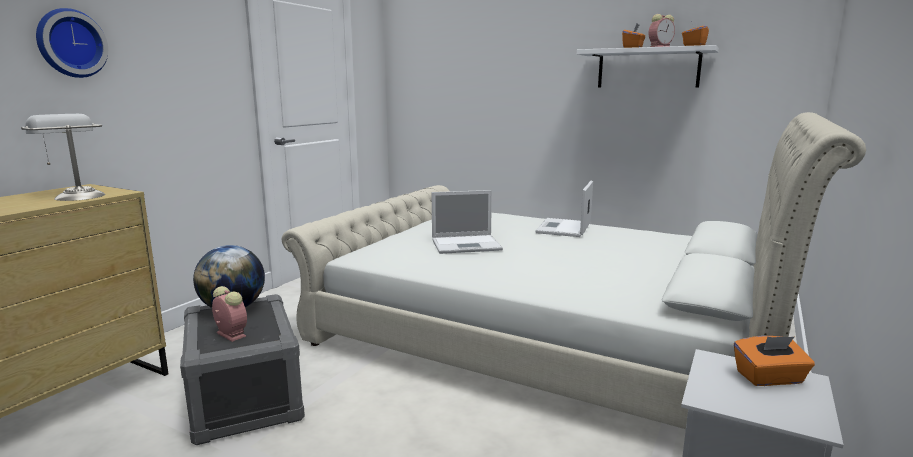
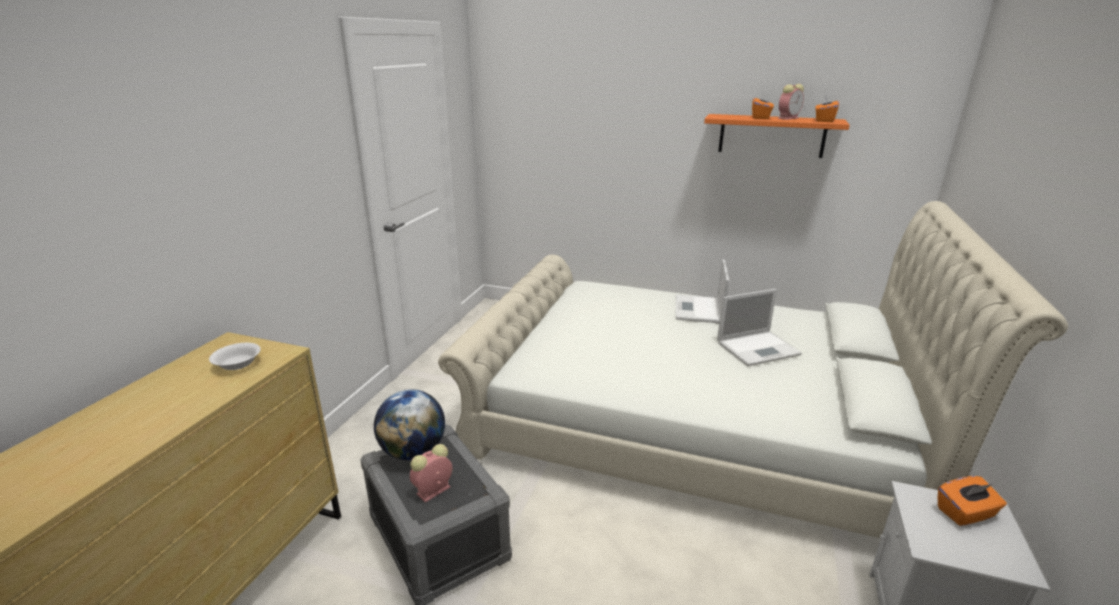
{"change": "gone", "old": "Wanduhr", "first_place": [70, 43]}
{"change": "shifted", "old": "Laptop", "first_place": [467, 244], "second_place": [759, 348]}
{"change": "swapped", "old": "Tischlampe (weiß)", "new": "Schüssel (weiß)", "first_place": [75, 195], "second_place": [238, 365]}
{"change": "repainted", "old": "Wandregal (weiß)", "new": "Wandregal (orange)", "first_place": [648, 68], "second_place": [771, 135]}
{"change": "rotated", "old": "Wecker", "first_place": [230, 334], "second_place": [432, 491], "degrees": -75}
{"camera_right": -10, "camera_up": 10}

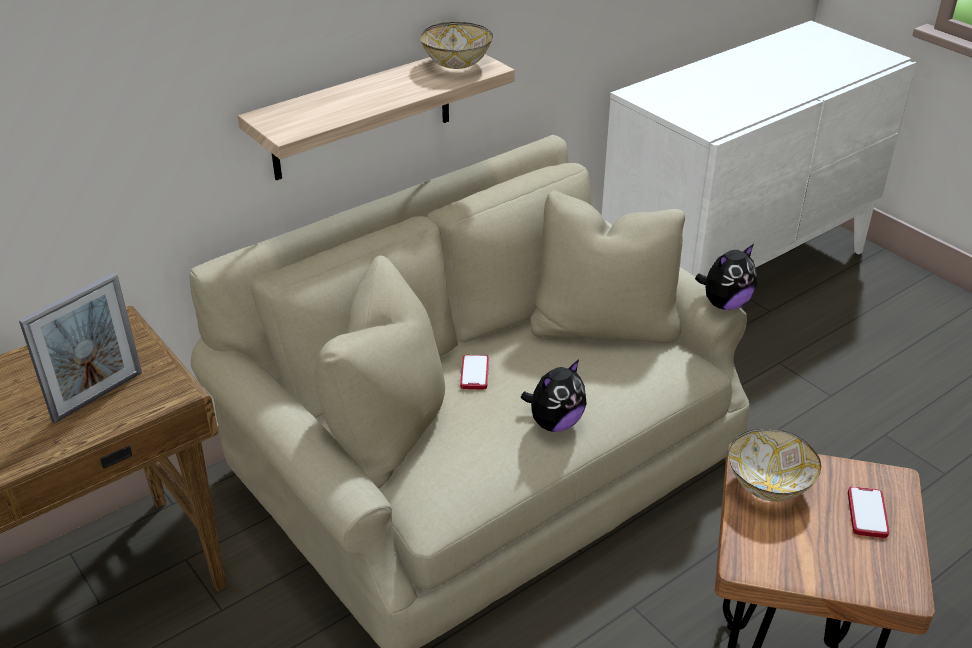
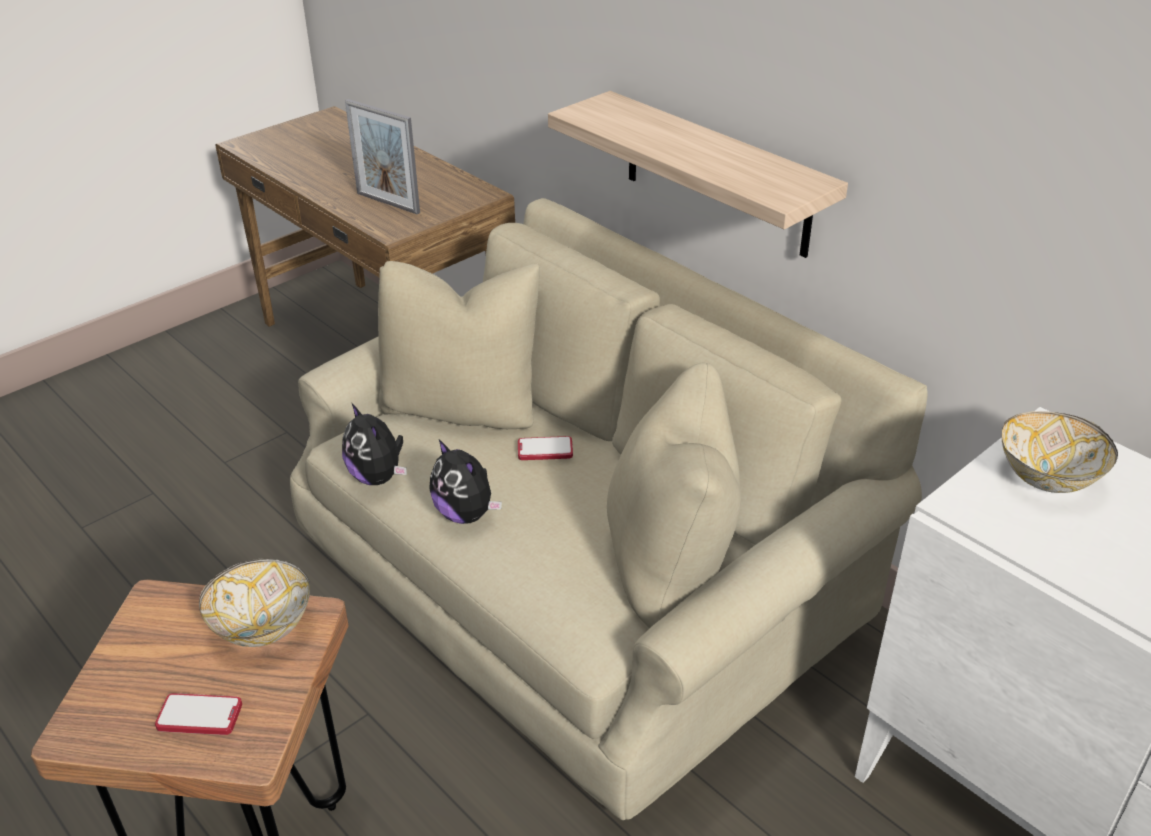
{"change": "shifted", "old": "Schüssel", "first_place": [457, 64], "second_place": [1049, 478]}
{"change": "shifted", "old": "Plüschtier", "first_place": [724, 304], "second_place": [378, 477]}
{"camera_right": 85, "camera_up": 0}

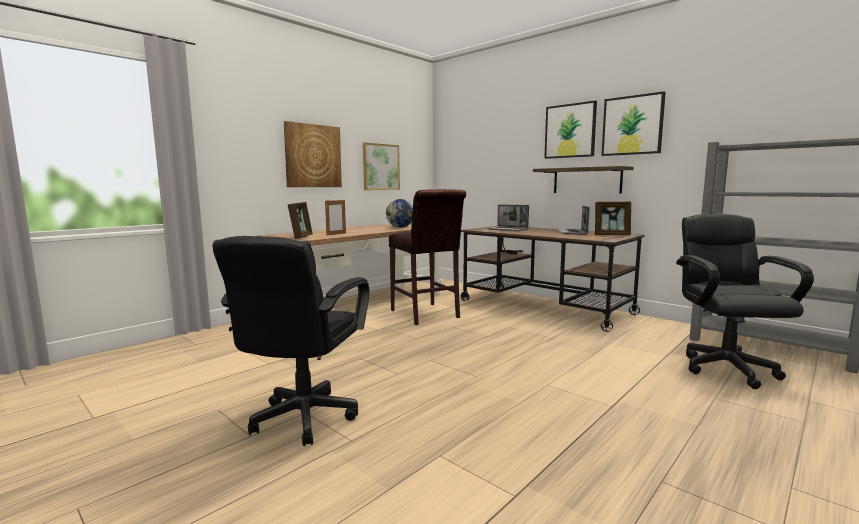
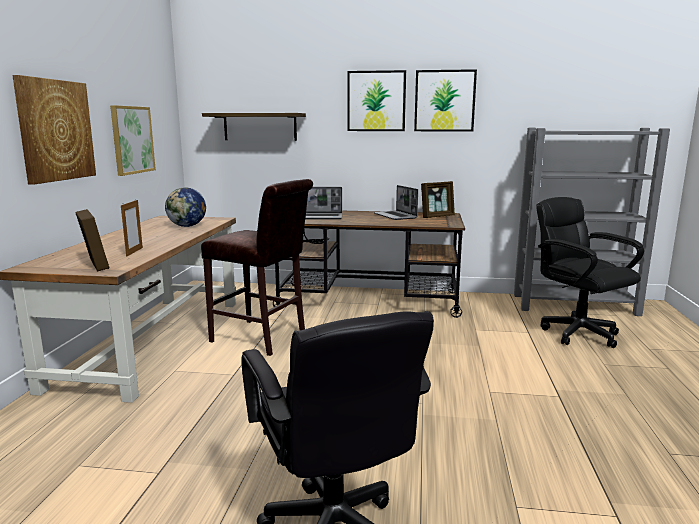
{"change": "shifted", "old": "Wandregal", "first_place": [586, 180], "second_place": [260, 127]}
{"camera_right": -35, "camera_up": 5}

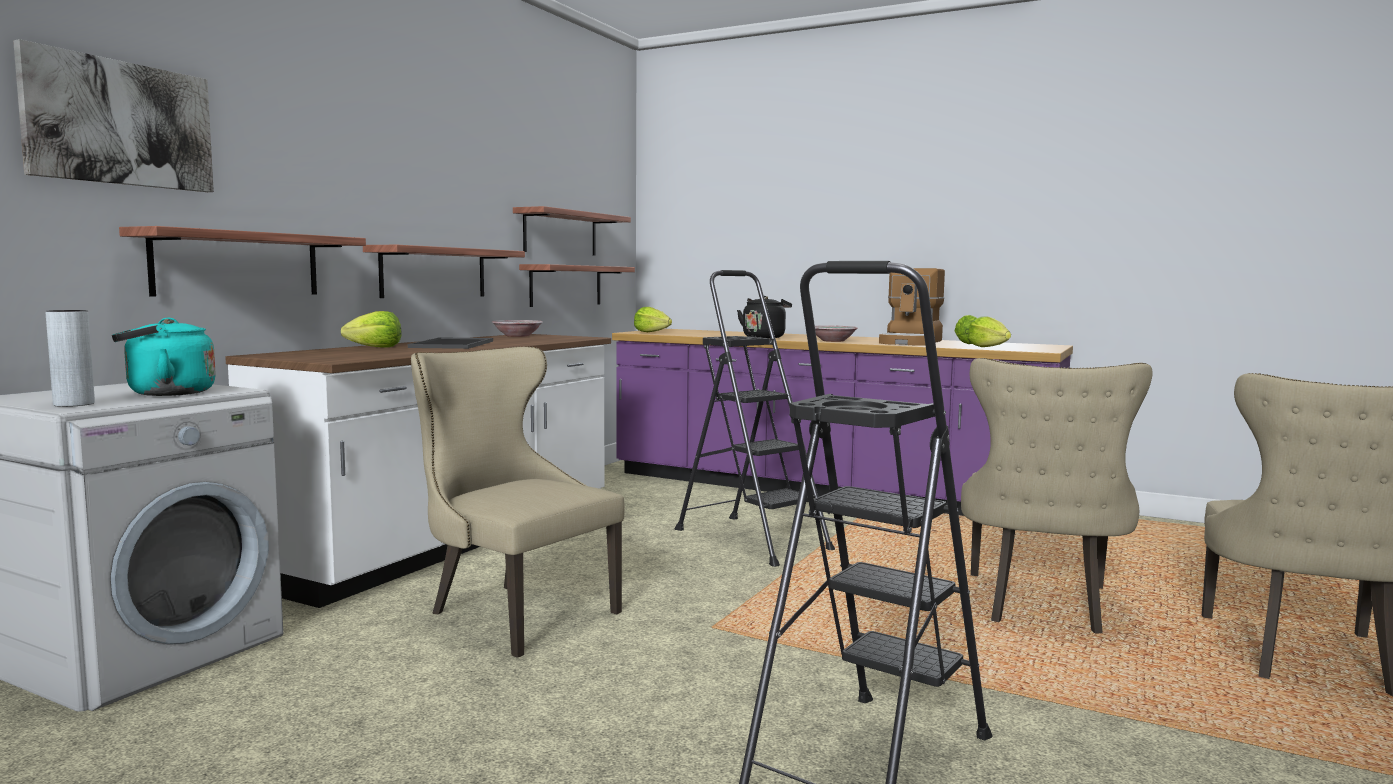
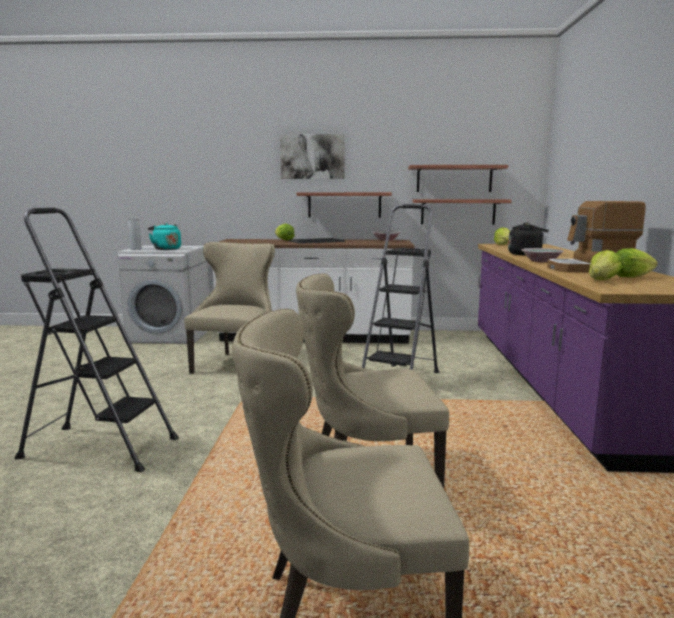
{"change": "gone", "old": "Wandregal", "first_place": [238, 264]}
{"change": "shifted", "old": "Bild", "first_place": [119, 123], "second_place": [312, 156]}
{"camera_right": 65, "camera_up": 5}

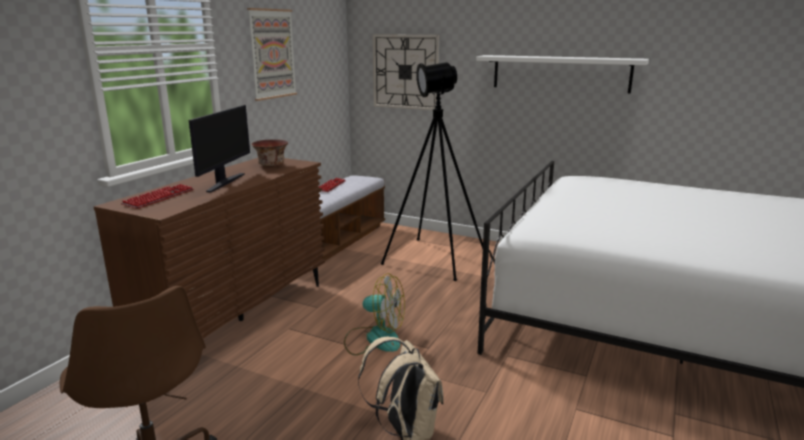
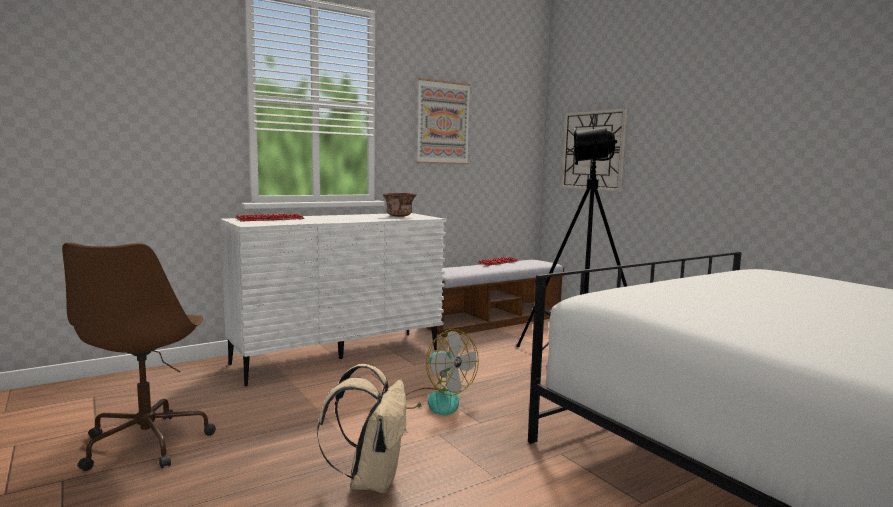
{"change": "gone", "old": "Monitor", "first_place": [224, 182]}
{"change": "gone", "old": "Wandregal (weiß)", "first_place": [560, 73]}
{"change": "repainted", "old": "Kommode (braun)", "new": "Kommode (weiß)", "first_place": [237, 319], "second_place": [339, 357]}
{"camera_right": 30, "camera_up": -10}

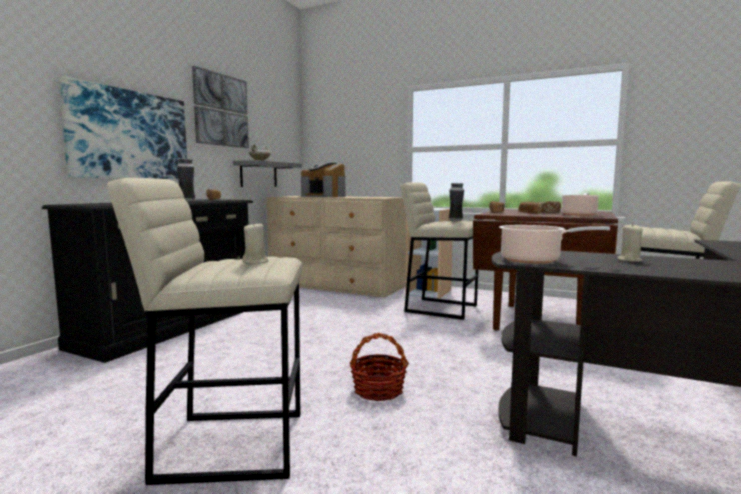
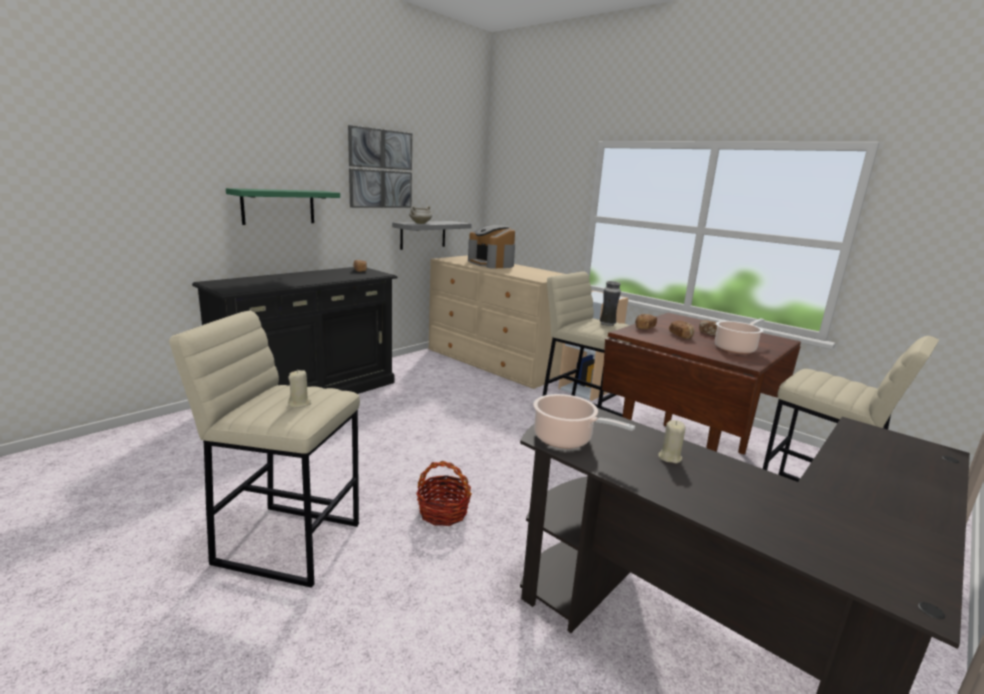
{"change": "gone", "old": "Vase", "first_place": [187, 201]}
{"change": "swapped", "old": "Bild", "new": "Wandregal (grün)", "first_place": [130, 135], "second_place": [278, 206]}
{"camera_right": 15, "camera_up": 10}

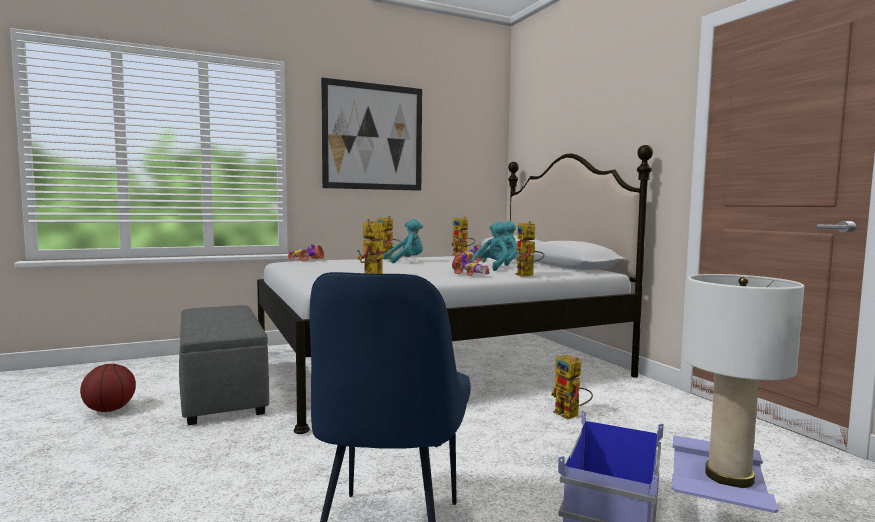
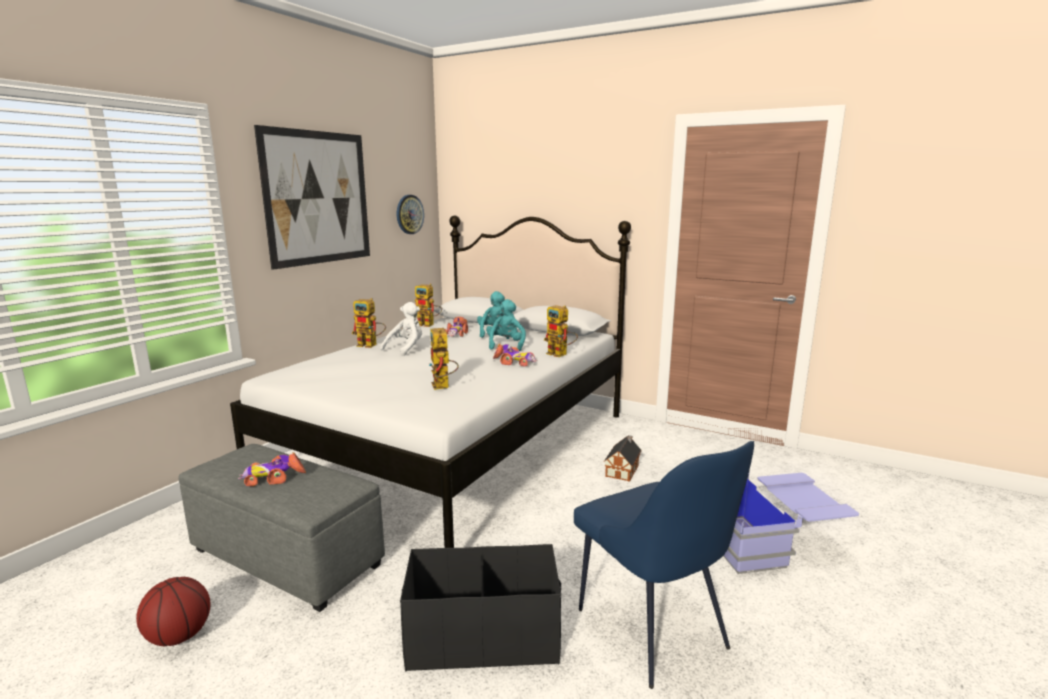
{"change": "gone", "old": "Tischlampe (weiß)", "first_place": [728, 476]}
{"change": "new", "new": "Wanduhr", "second_place": [409, 214]}
{"change": "new", "new": "Aufbewahrungsbox (schwarz)", "second_place": [483, 637]}
{"change": "shifted", "old": "Spielzeugauto", "first_place": [306, 259], "second_place": [273, 477]}
{"change": "swapped", "old": "Spielzeugroboter", "new": "Spielzeughaus", "first_place": [571, 415], "second_place": [623, 470]}
{"change": "repainted", "old": "Plüschtier (türkis)", "new": "Plüschtier (weiß)", "first_place": [406, 261], "second_place": [406, 349]}
{"camera_right": -35, "camera_up": 10}

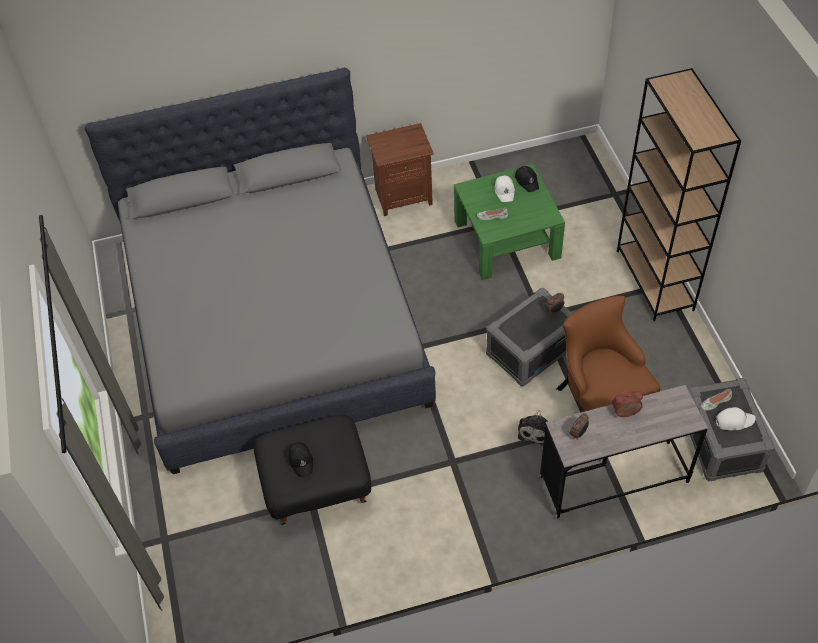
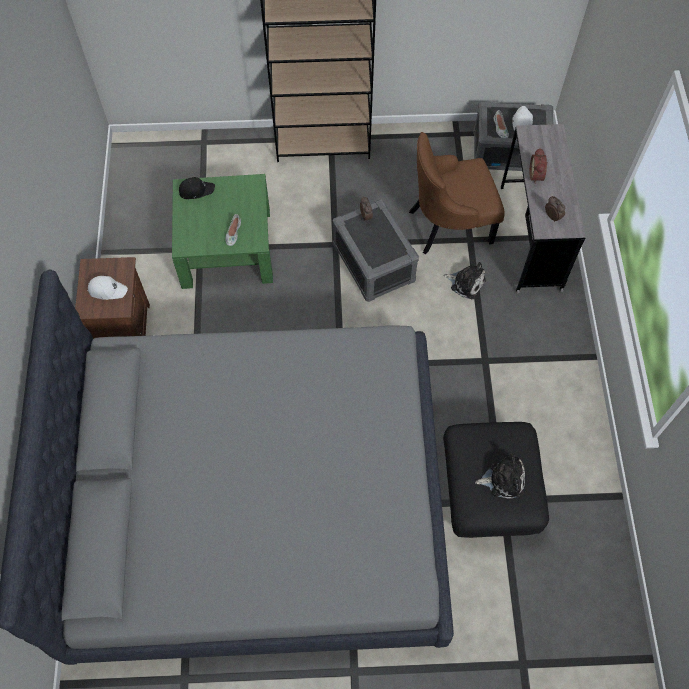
{"change": "shifted", "old": "Kappe (weiß)", "first_place": [505, 191], "second_place": [107, 290]}
{"change": "swapped", "old": "Kappe (schwarz)", "new": "Plüschtier", "first_place": [301, 460], "second_place": [503, 479]}
{"camera_right": -80, "camera_up": 10}

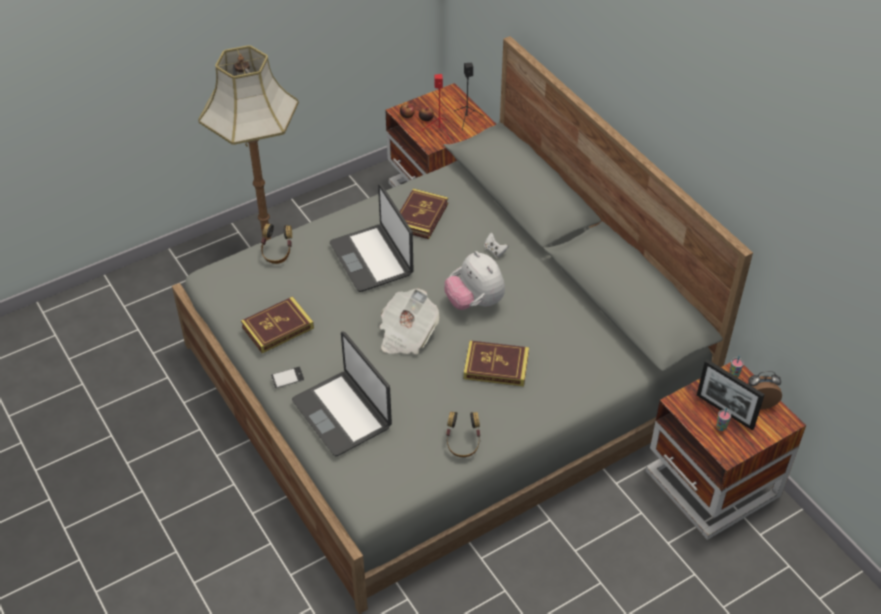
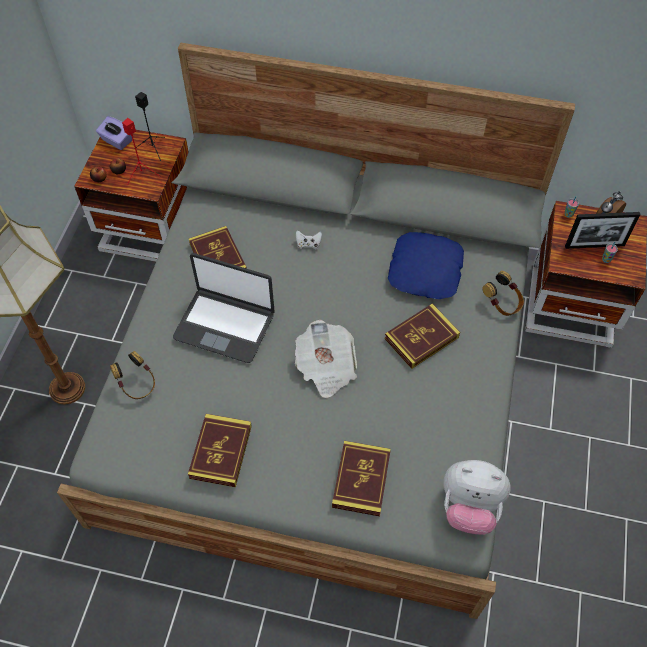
{"change": "gone", "old": "Handy", "first_place": [287, 379]}
{"change": "new", "new": "Taschentuchbox (lila)", "second_place": [116, 141]}
{"change": "new", "new": "Kissen (blau)", "second_place": [426, 271]}
{"change": "shifted", "old": "Plüschtier", "first_place": [475, 302], "second_place": [469, 507]}
{"change": "shifted", "old": "Kopfhörer", "first_place": [463, 444], "second_place": [502, 303]}
{"change": "swapped", "old": "Laptop", "new": "Buch", "first_place": [343, 413], "second_place": [361, 480]}
{"camera_right": -45, "camera_up": 10}

